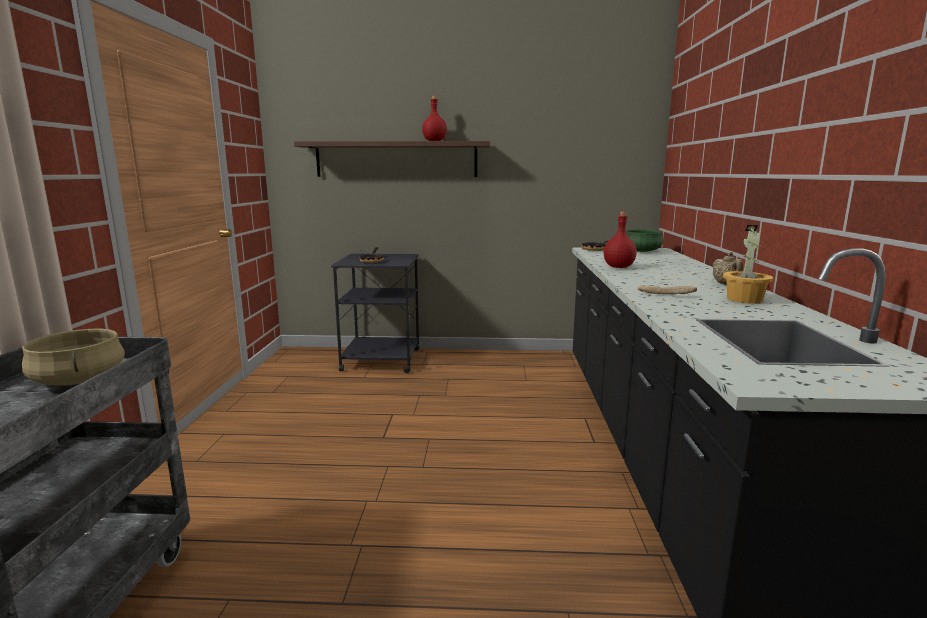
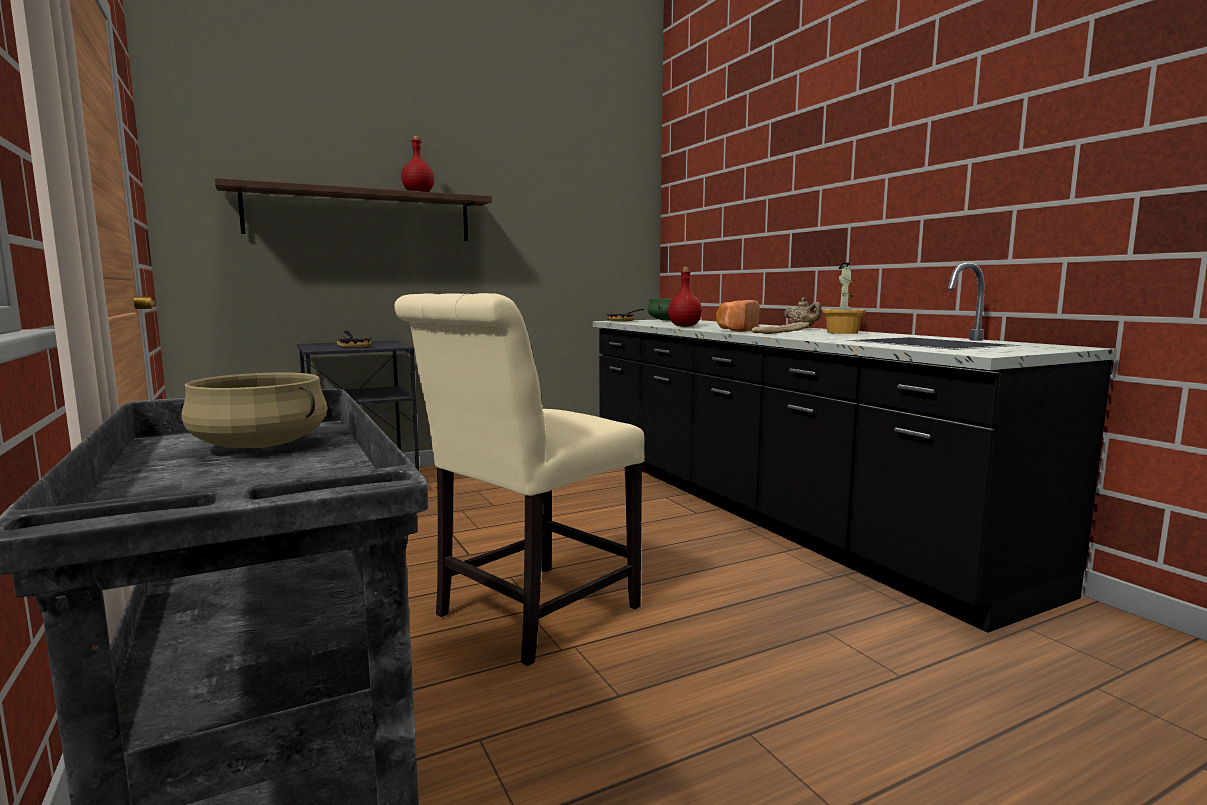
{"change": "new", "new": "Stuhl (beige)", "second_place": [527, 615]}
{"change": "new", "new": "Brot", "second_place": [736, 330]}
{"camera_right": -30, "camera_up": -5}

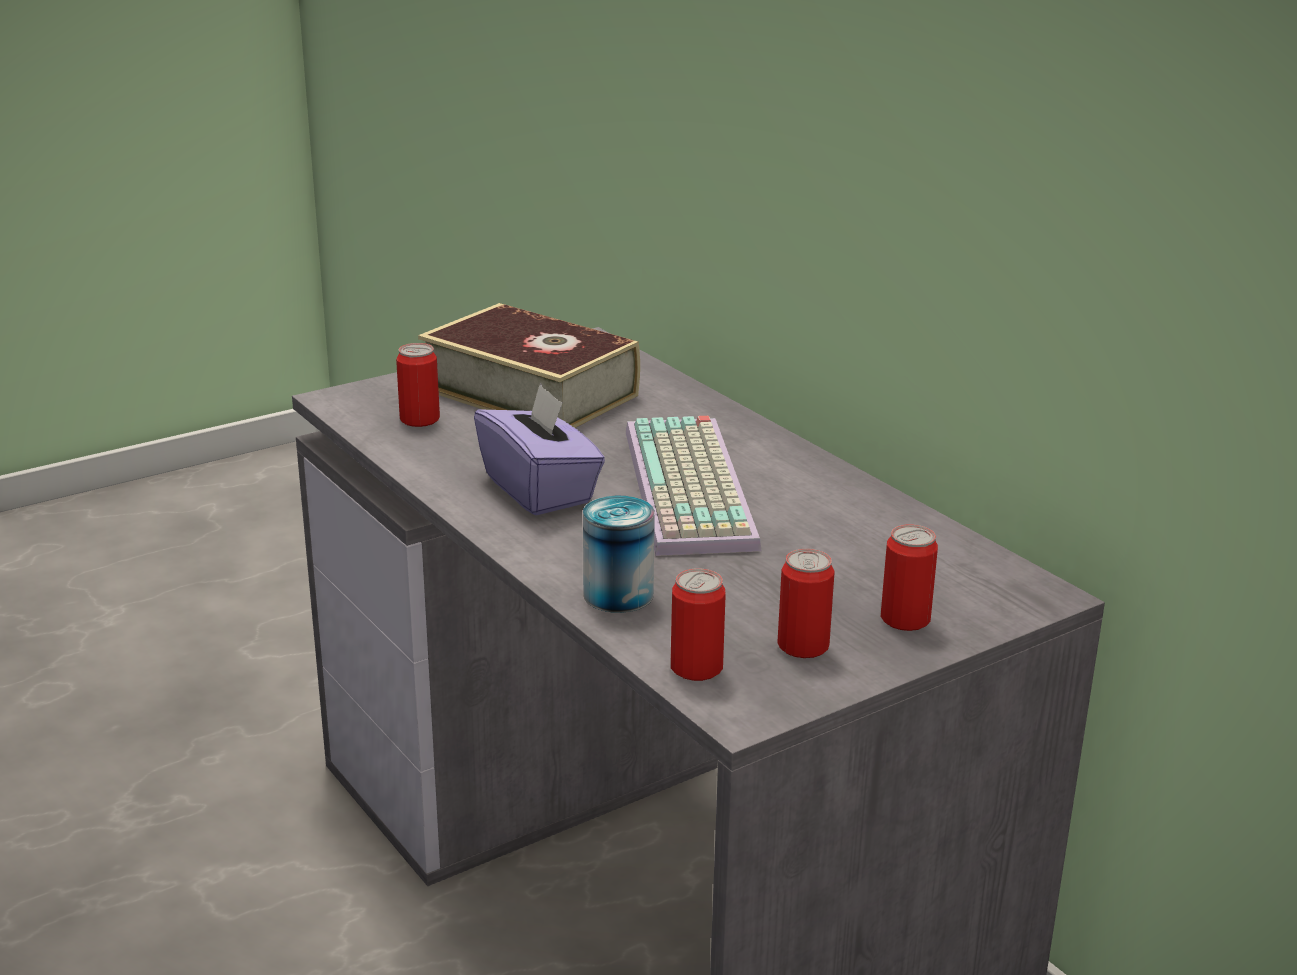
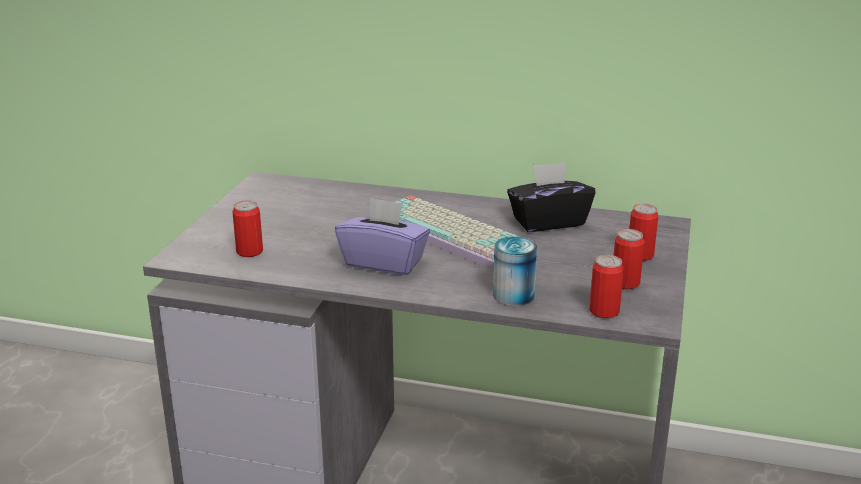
{"change": "gone", "old": "Buch", "first_place": [530, 392]}
{"change": "new", "new": "Taschentuchbox (schwarz)", "second_place": [548, 222]}
{"camera_right": -40, "camera_up": 0}

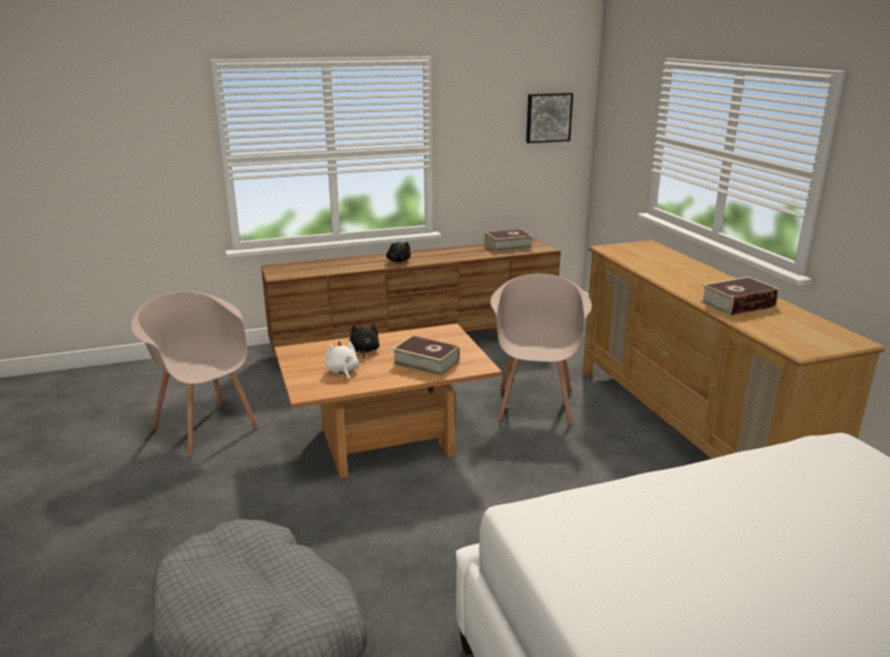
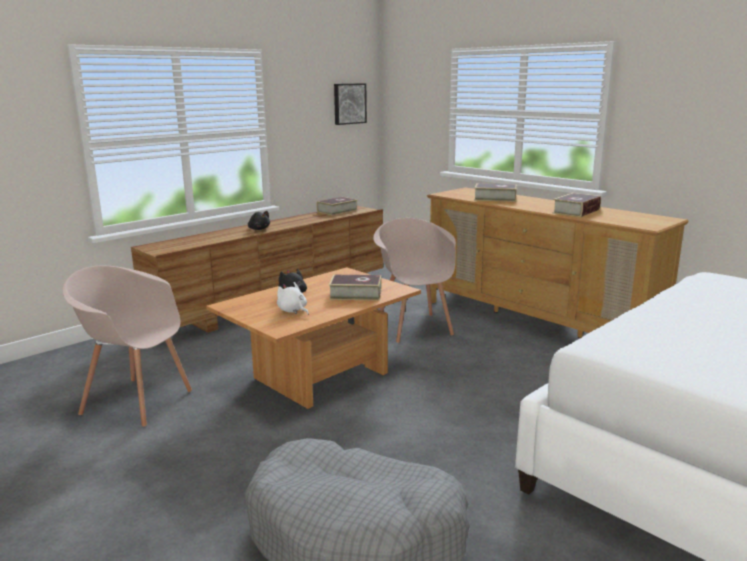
{"change": "new", "new": "Buch", "second_place": [495, 198]}
{"camera_right": -25, "camera_up": -5}

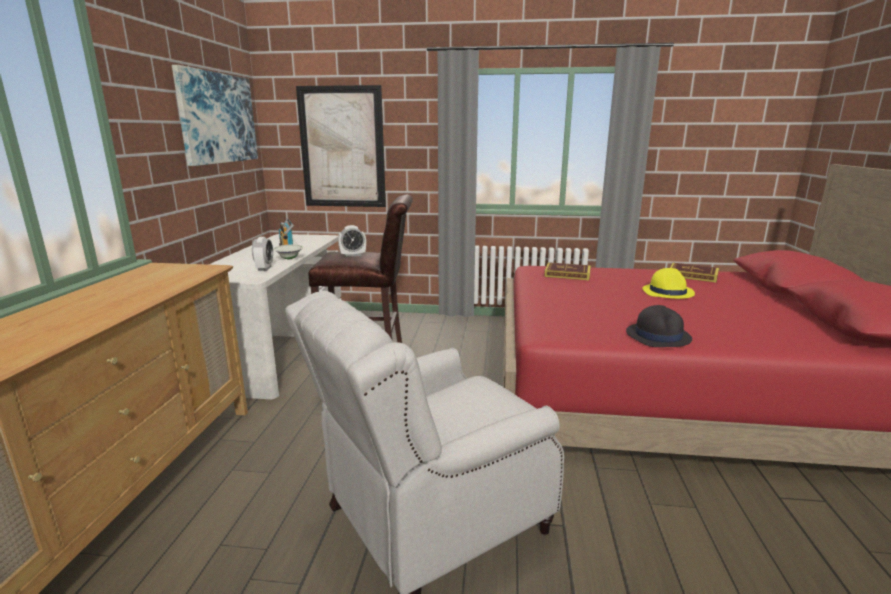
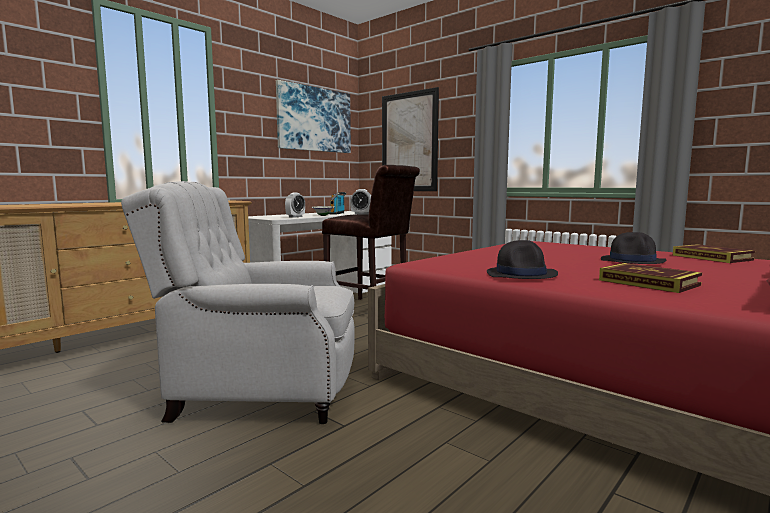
{"change": "shifted", "old": "Buch", "first_place": [567, 274], "second_place": [648, 282]}
{"change": "repainted", "old": "Hut (gelb)", "new": "Hut (schwarz)", "first_place": [668, 292], "second_place": [633, 261]}
{"camera_right": 35, "camera_up": -10}

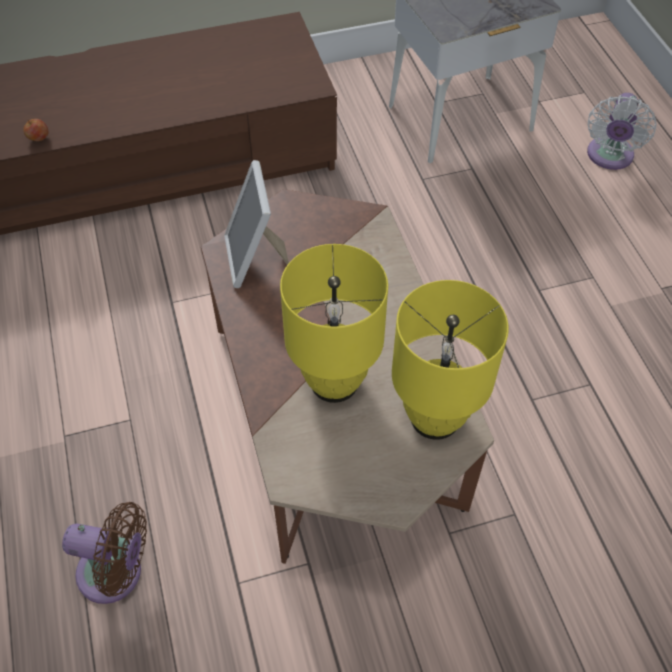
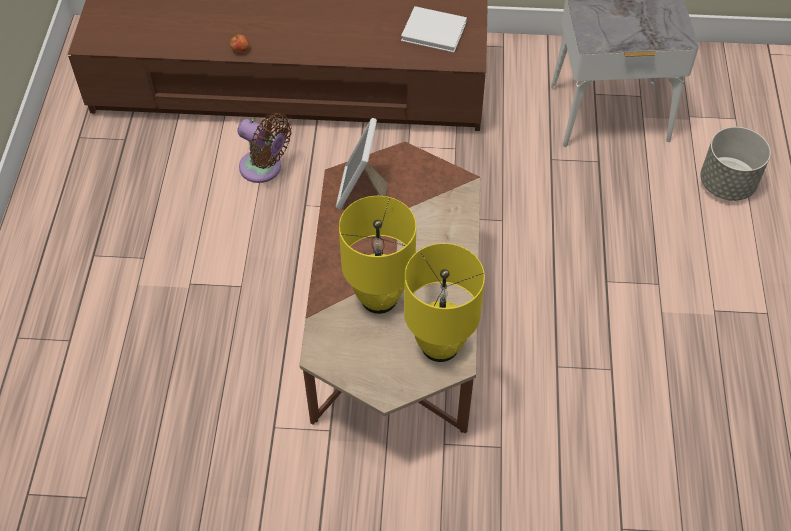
{"change": "new", "new": "Buch (weiß)", "second_place": [435, 32]}
{"change": "shifted", "old": "Ventilator (braun)", "first_place": [116, 573], "second_place": [264, 169]}
{"change": "swapped", "old": "Ventilator (weiß)", "new": "Pflanzkübel (grau)", "first_place": [609, 157], "second_place": [727, 184]}
{"camera_right": 20, "camera_up": 0}

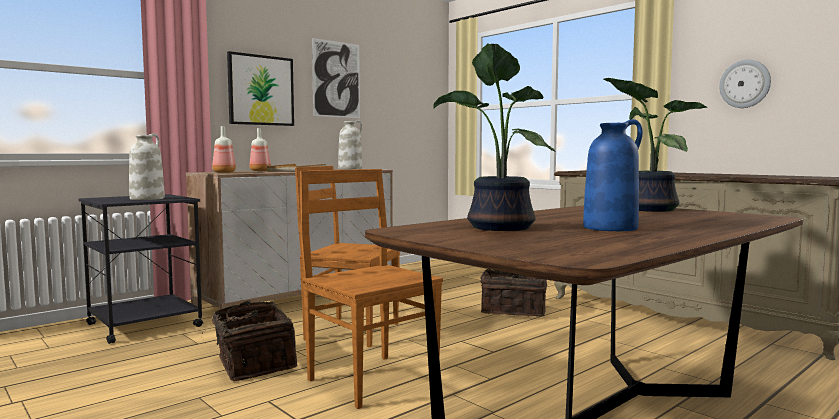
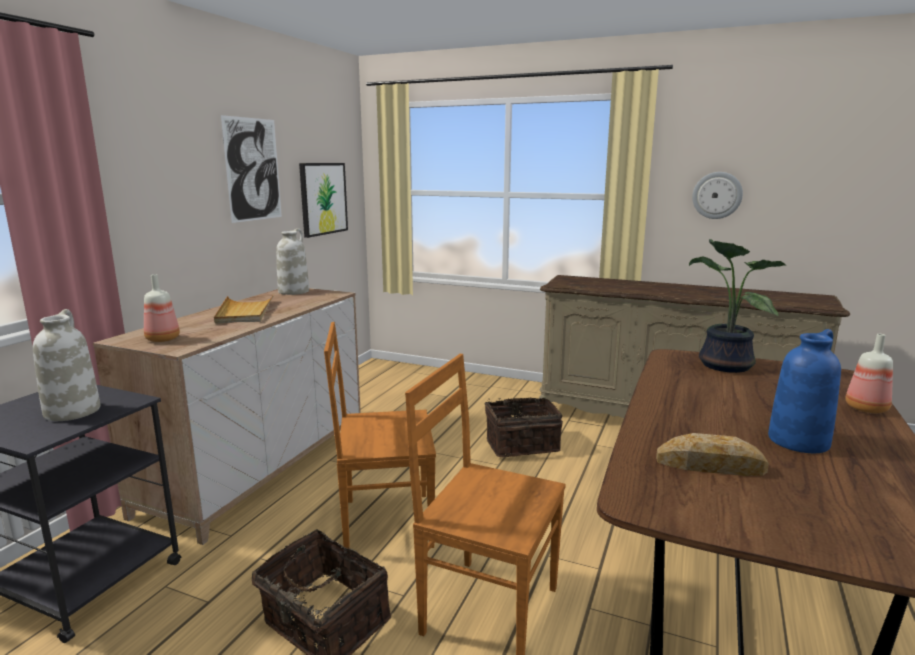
{"change": "shifted", "old": "Bild", "first_place": [261, 90], "second_place": [323, 198]}
{"change": "shifted", "old": "Flasche", "first_place": [260, 171], "second_place": [865, 408]}
{"change": "swapped", "old": "Topfpflanze", "new": "Brot", "first_place": [497, 227], "second_place": [710, 465]}
{"camera_right": -25, "camera_up": 10}

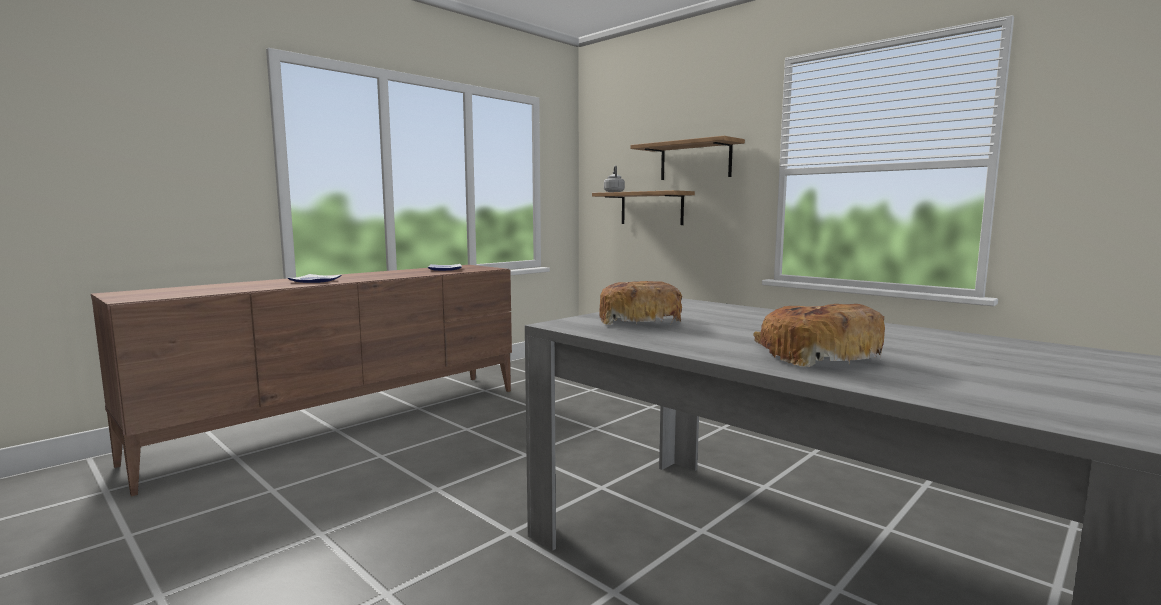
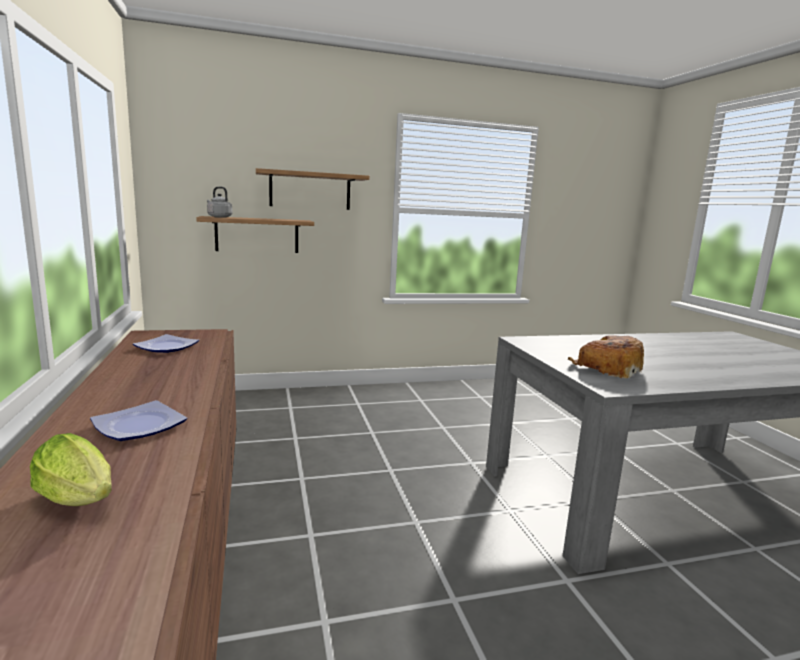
{"change": "gone", "old": "Brot", "first_place": [816, 356]}
{"change": "new", "new": "Salatkopf", "second_place": [80, 502]}
{"camera_right": -60, "camera_up": 5}

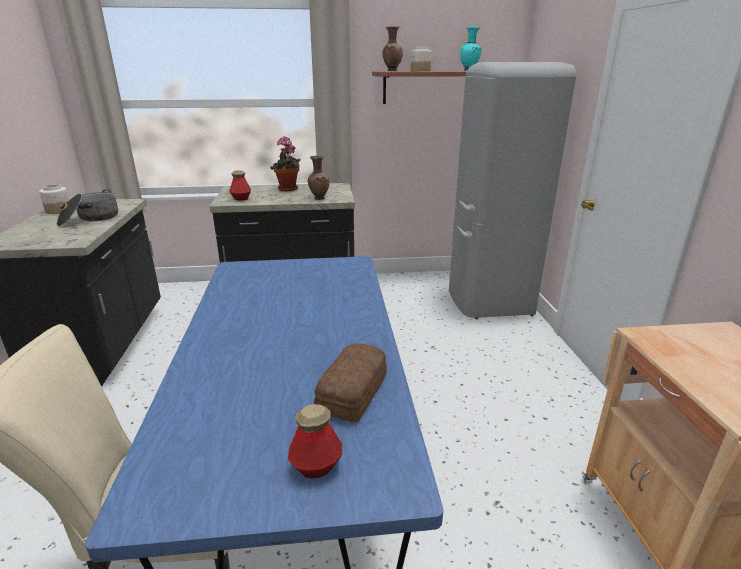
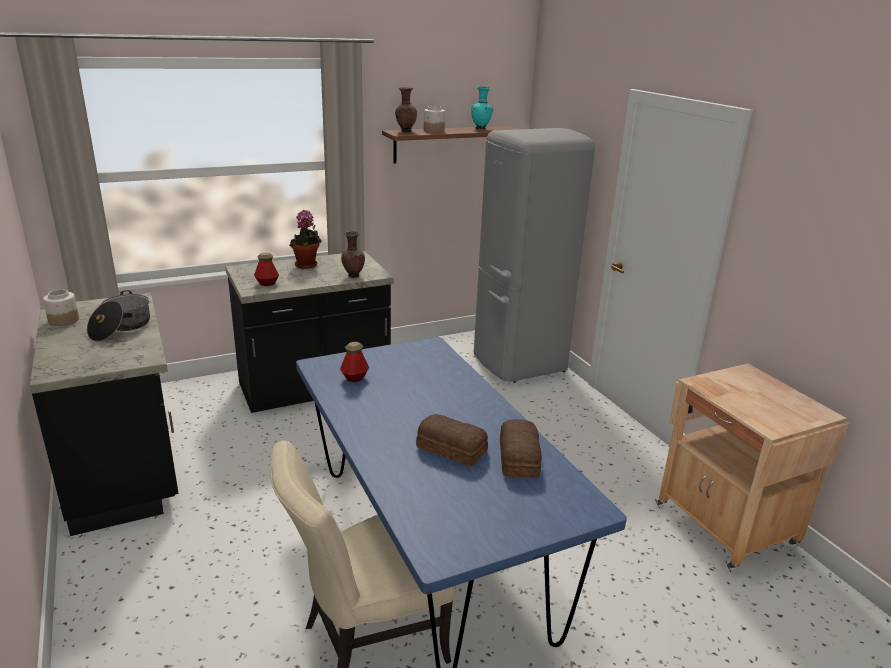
{"change": "new", "new": "Brot", "second_place": [451, 448]}
{"change": "shifted", "old": "Flasche", "first_place": [316, 466], "second_place": [354, 378]}
{"camera_right": -20, "camera_up": 0}

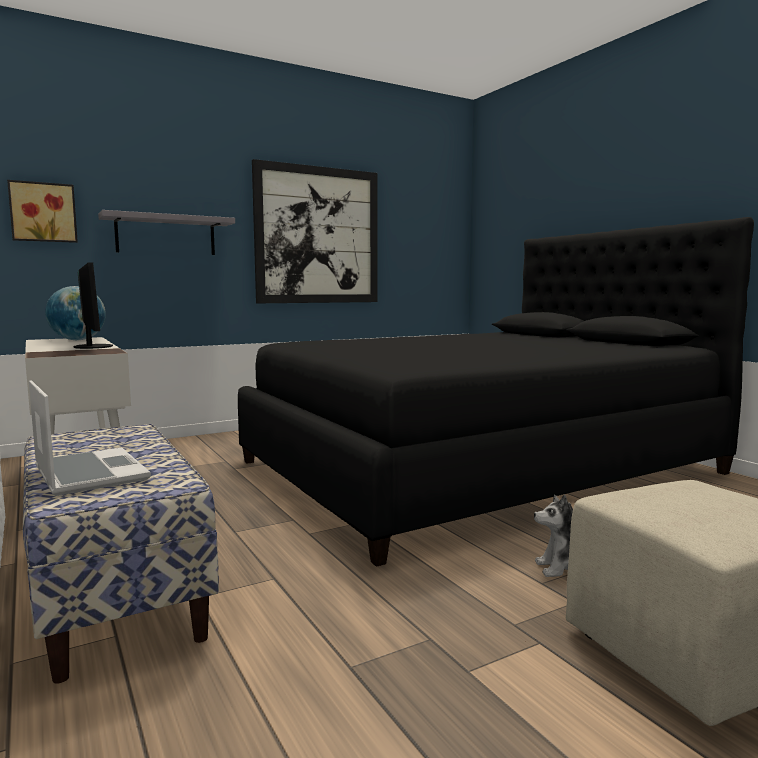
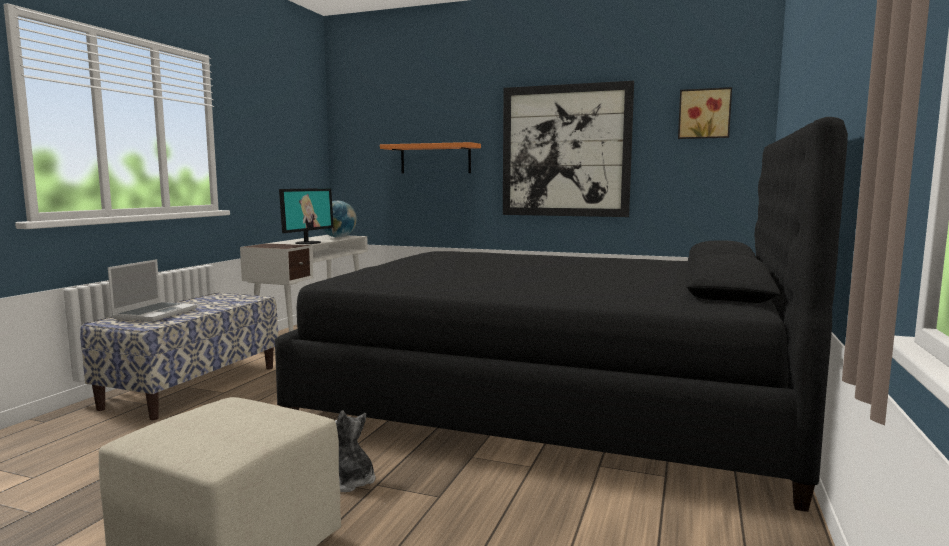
{"change": "shifted", "old": "Bild", "first_place": [43, 212], "second_place": [704, 114]}
{"change": "repainted", "old": "Wandregal (grau)", "new": "Wandregal (orange)", "first_place": [166, 235], "second_place": [435, 159]}
{"camera_right": 50, "camera_up": 0}

